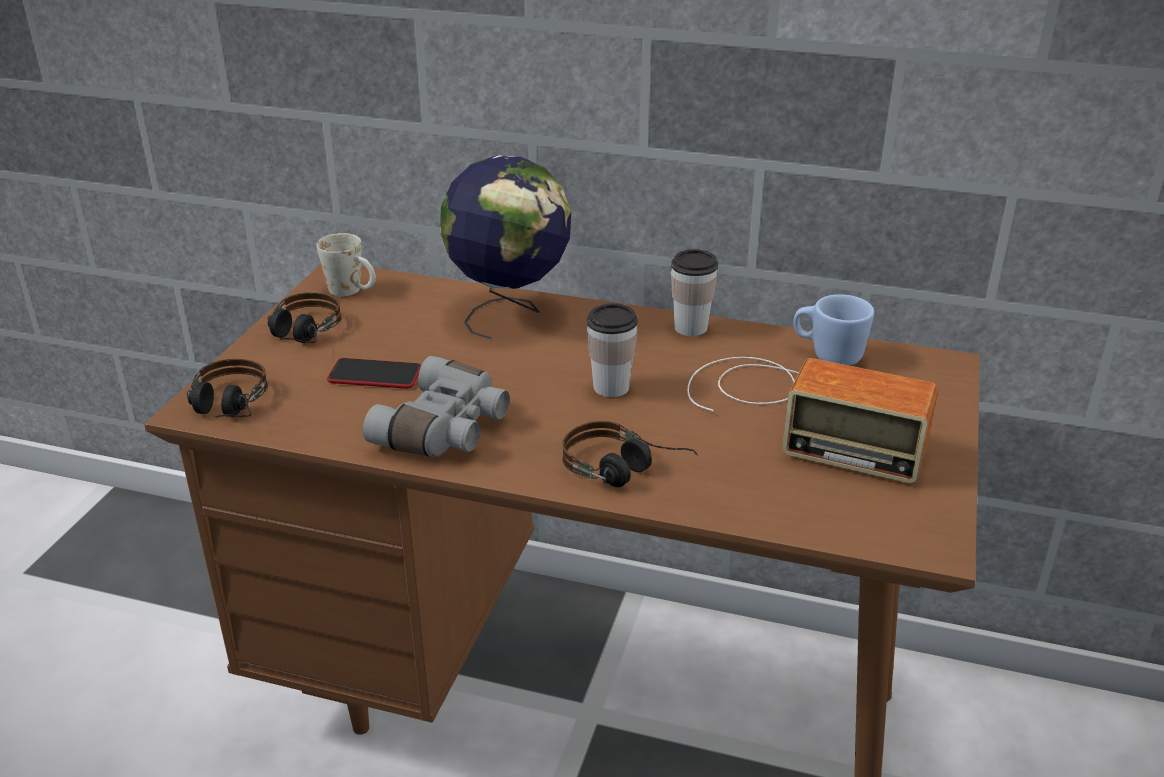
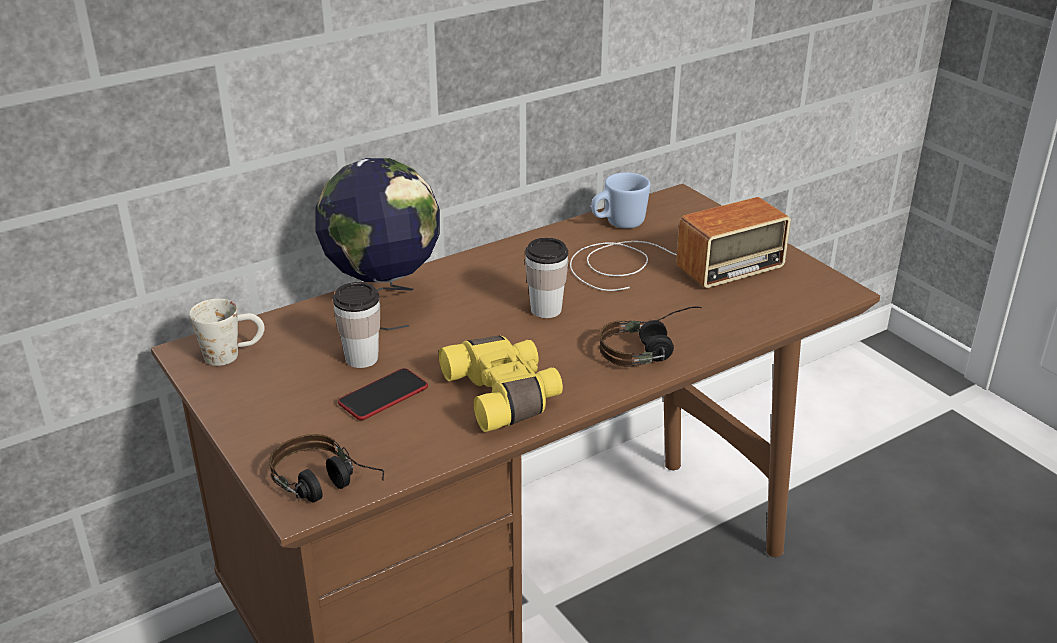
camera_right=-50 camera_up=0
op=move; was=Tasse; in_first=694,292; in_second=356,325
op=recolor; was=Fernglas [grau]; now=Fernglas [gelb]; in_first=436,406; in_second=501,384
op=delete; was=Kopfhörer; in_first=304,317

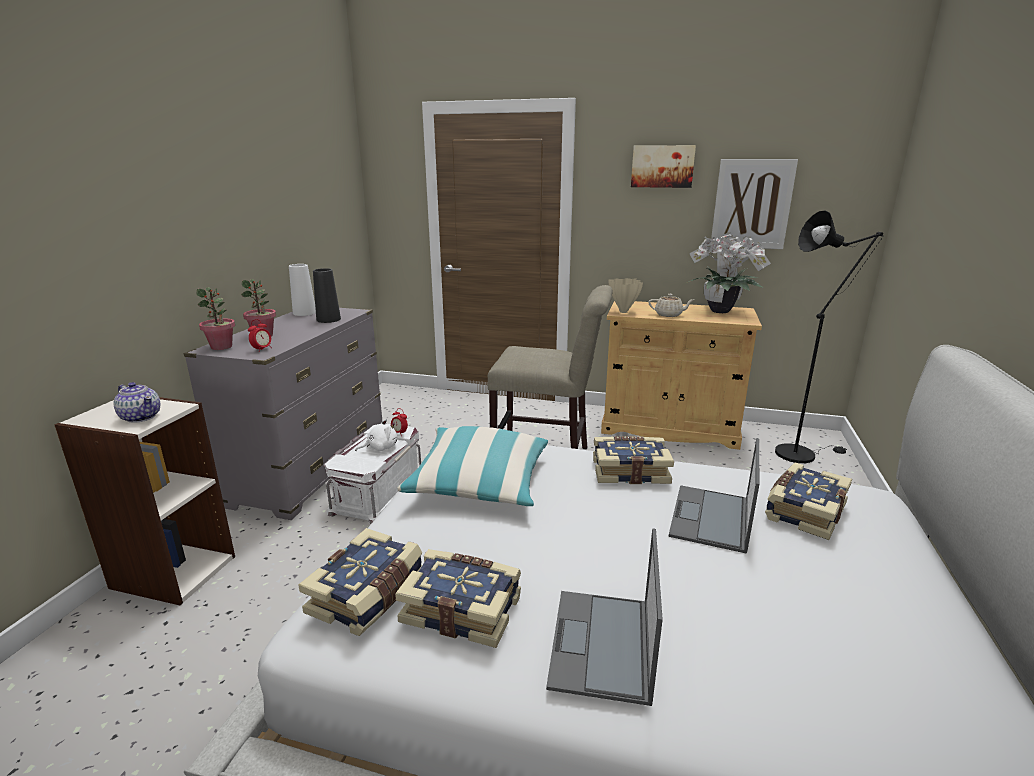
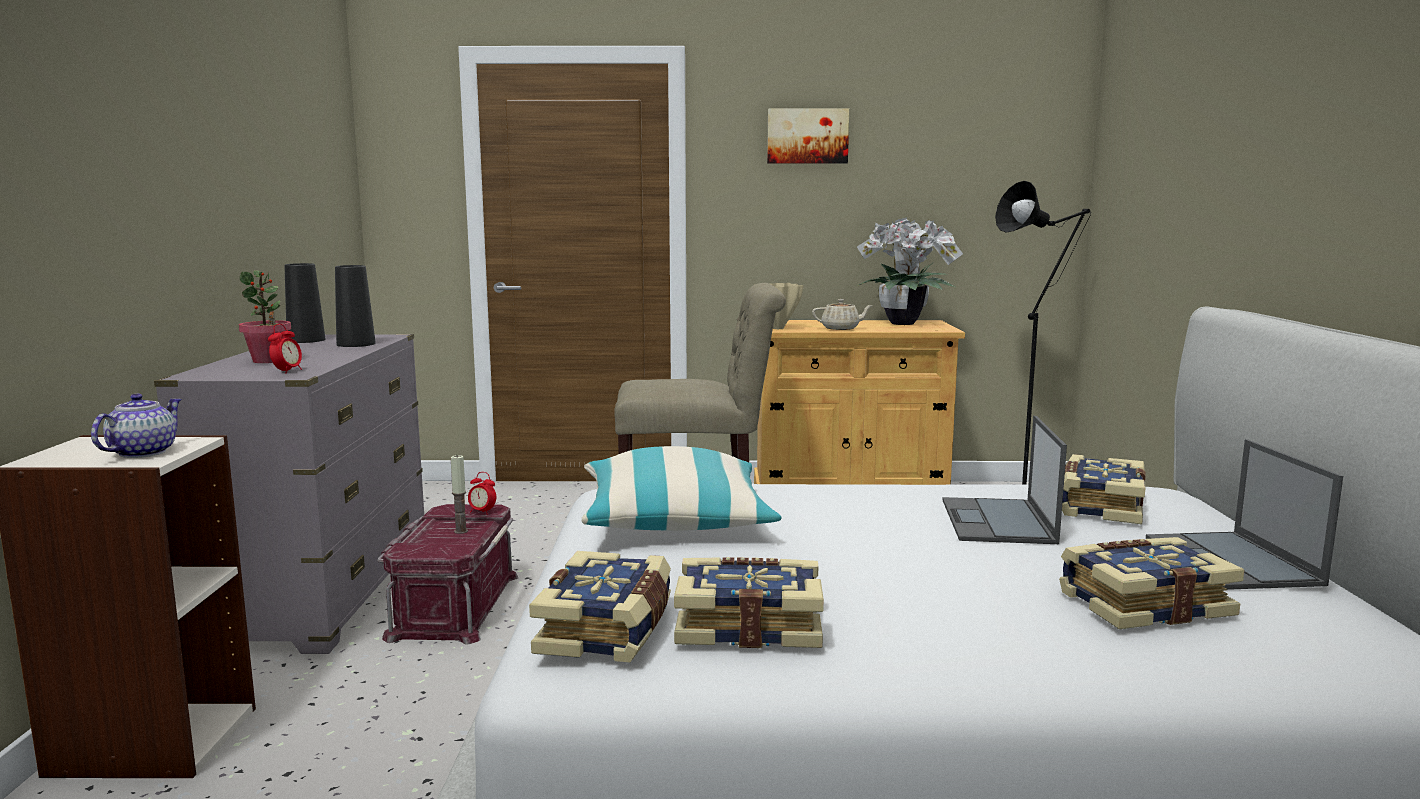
camera_right=-15 camera_up=-10
op=rotate; was=Teekanne; in_first=137,402; in_second=136,426; clockwise=-90
op=recolor; was=Vase [weiß]; now=Vase [schwarz]; in_first=302,290; in_second=305,303
op=recolor; was=Aufbewahrungsbox [weiß]; now=Aufbewahrungsbox [rot]; in_first=372,474; in_second=448,574
op=replace; was=Plüschtier [weiß]; now=Kerze; in_first=376,435; in_second=459,494
op=move; was=Buch; in_first=633,460; in_second=1151,583
op=move; was=Laptop; in_first=604,617; in_second=1244,514
op=delete; was=Topfpflanze; in_first=215,318
op=delete; was=Bild; in_first=754,204

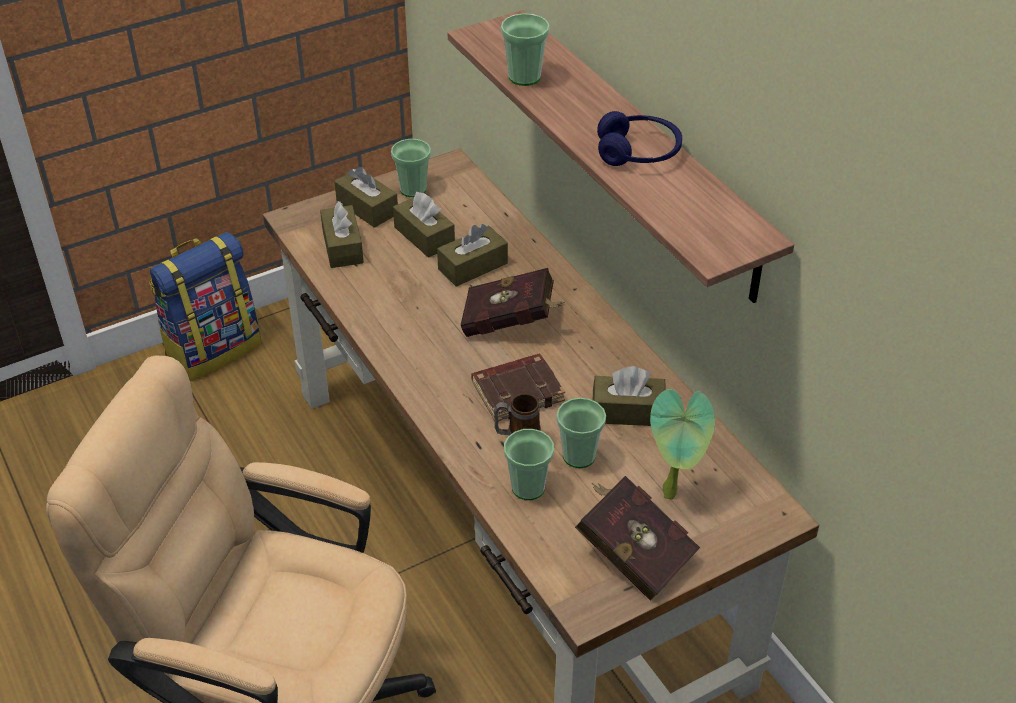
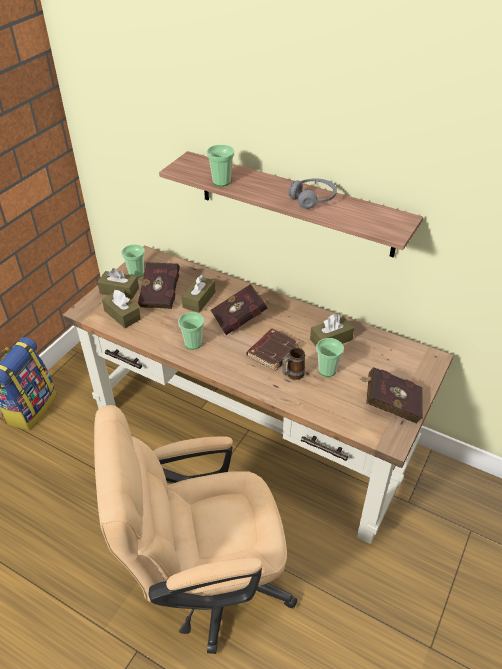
camera_right=-30 camera_up=0
op=replace; was=Taschentuchbox [braun]; now=Buch [rot]; in_first=424,225; in_second=159,284
op=move; was=Tasse; in_first=529,464; in_second=191,331
op=recolor; was=Kopfhörer [blau]; now=Kopfhörer [grau]; in_first=639,138; in_second=313,194
op=delete; was=Topfpflanze; in_first=682,444

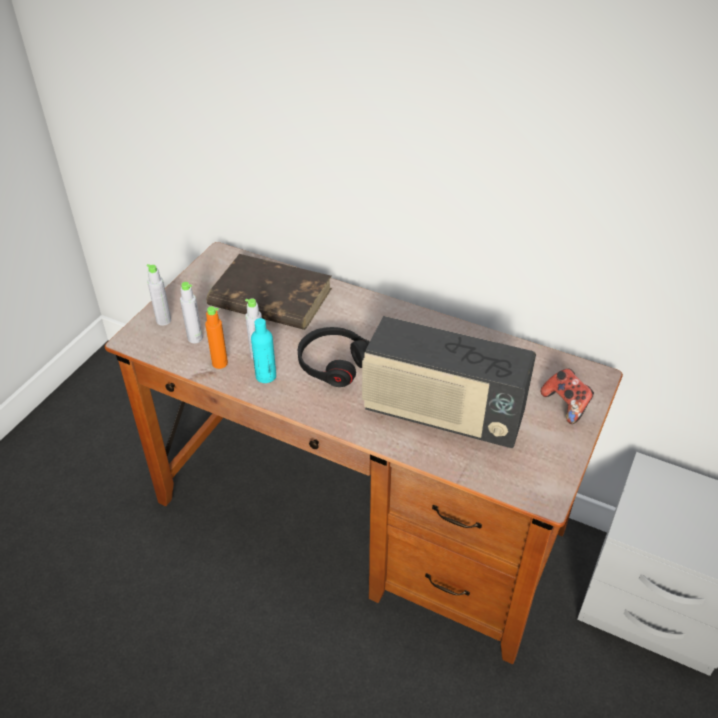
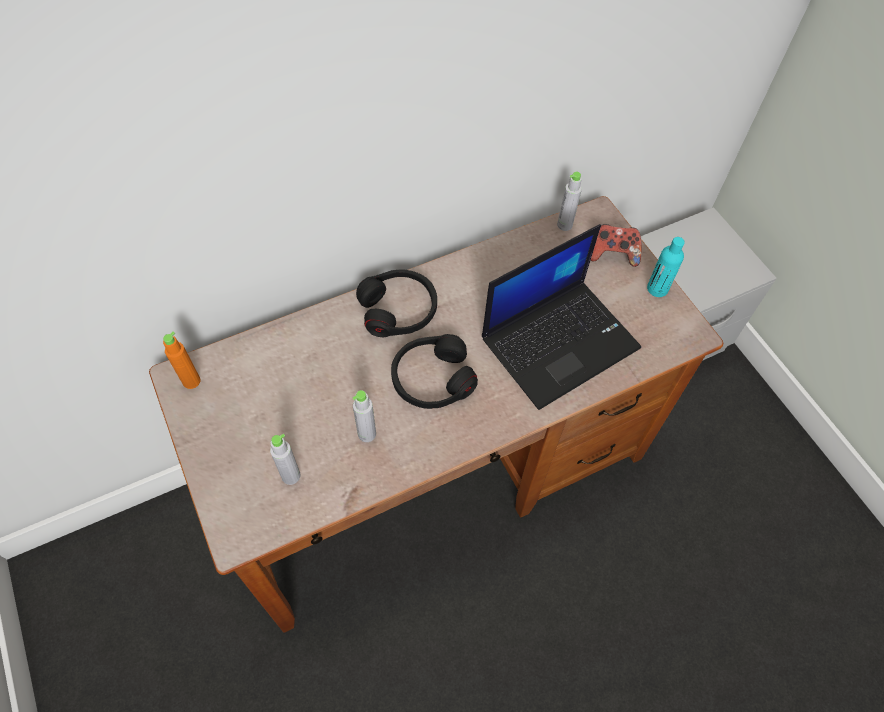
camera_right=-55 camera_up=15
op=move; was=Flasche [orange]; in_first=216,337; in_second=182,360
op=insert; now=Kopfhörer [schwarz]; in_second=396,303
op=replace; was=Radio; now=Laptop; in_first=449,382; in_second=561,317
op=move; was=Flasche [grau]; in_first=158,295; in_second=569,201
op=move; was=Flasche [türkis]; in_first=263,350; in_second=666,267
op=delete; was=Buch [braun]; in_first=269,292

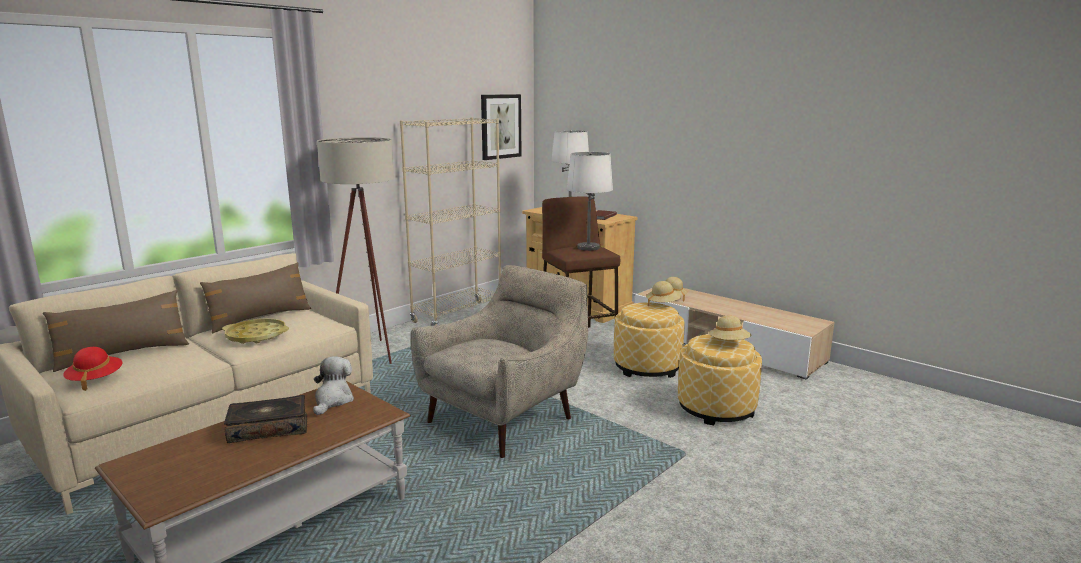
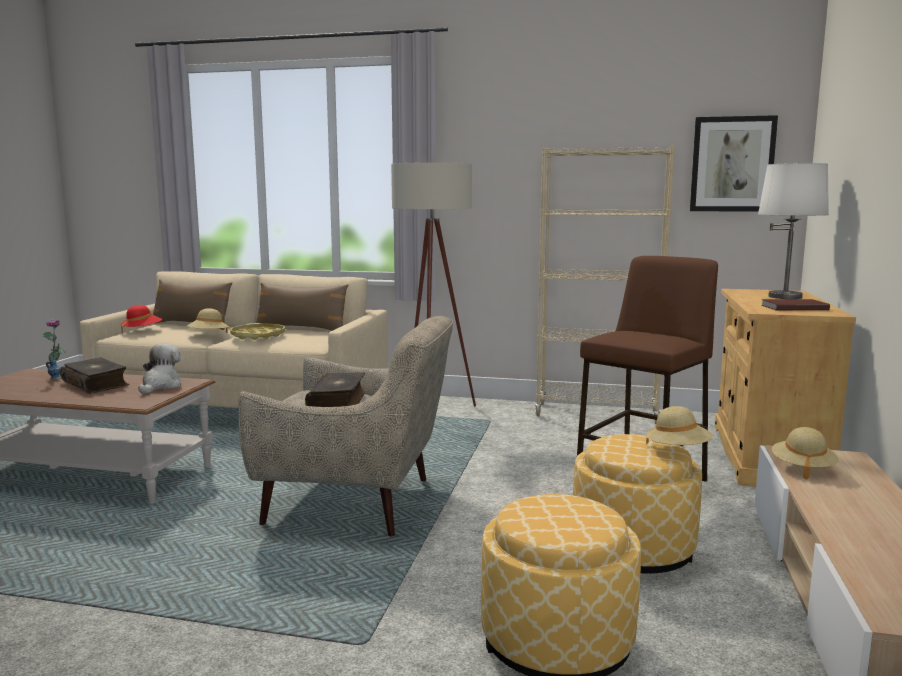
camera_right=60 camera_up=-5
op=insert; now=Vase; in_second=54,350
op=rotate; was=Plüschtier; in_first=333,385; in_second=159,369; clockwise=-60
op=move; was=Hut [beige]; in_first=730,327; in_second=208,320
op=insert; now=Buch; in_second=335,389
op=delete; was=Tischlampe [weiß]; in_first=590,201

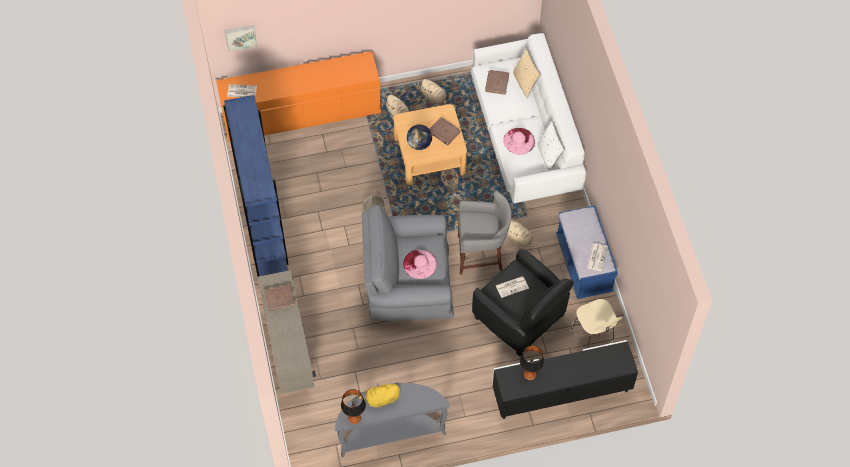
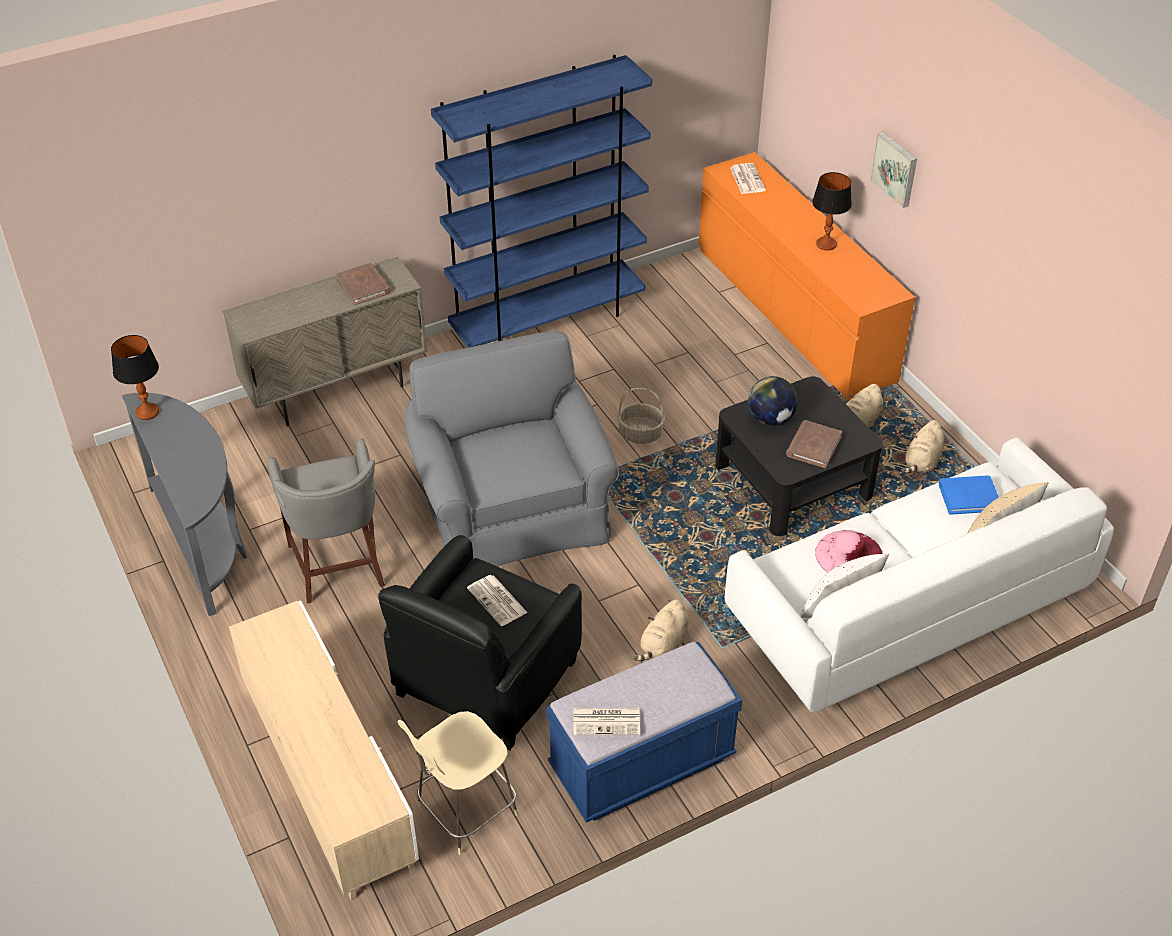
camera_right=75 camera_up=-15
op=recolor; was=Fernsehschrank [schwarz]; now=Fernsehschrank [beige]; in_first=565,379; in_second=324,750
op=move; was=Hocker [grau]; in_first=485,233; in_second=326,520
op=recolor; was=Couchtisch [beige]; now=Couchtisch [schwarz]; in_first=430,144; in_second=799,456
op=move; was=Tischlampe; in_first=532,363; in_second=832,211
op=move; was=Bild; in_first=241,38; in_second=893,169
op=recolor; was=Buch [braun]; now=Buch [blau]; in_first=497,82; in_second=969,495
op=delete; was=Plüschtier [gelb]; in_first=379,395
op=delete; was=Hut [rosa]; in_first=420,264

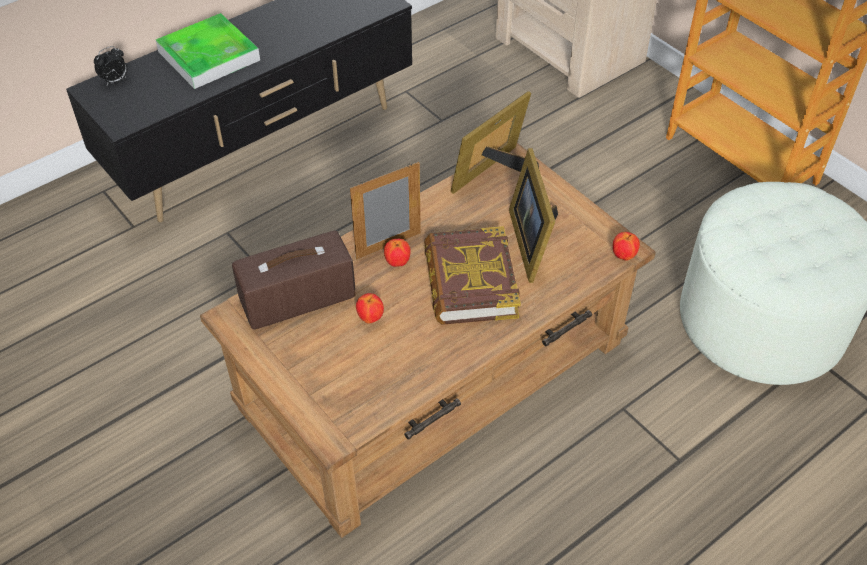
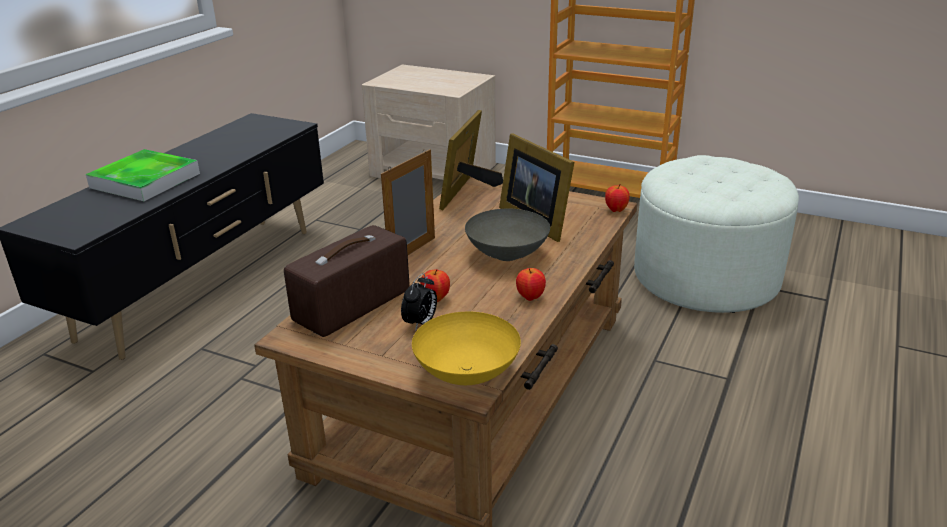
camera_right=-25 camera_up=-20
op=move; was=Wecker; in_first=111,65; in_second=419,302
op=insert; now=Schüssel [gelb]; in_second=466,348
op=replace; was=Buch; now=Schüssel [grau]; in_first=472,275; in_second=507,235
op=move; was=Apfel; in_first=397,253; in_second=531,284

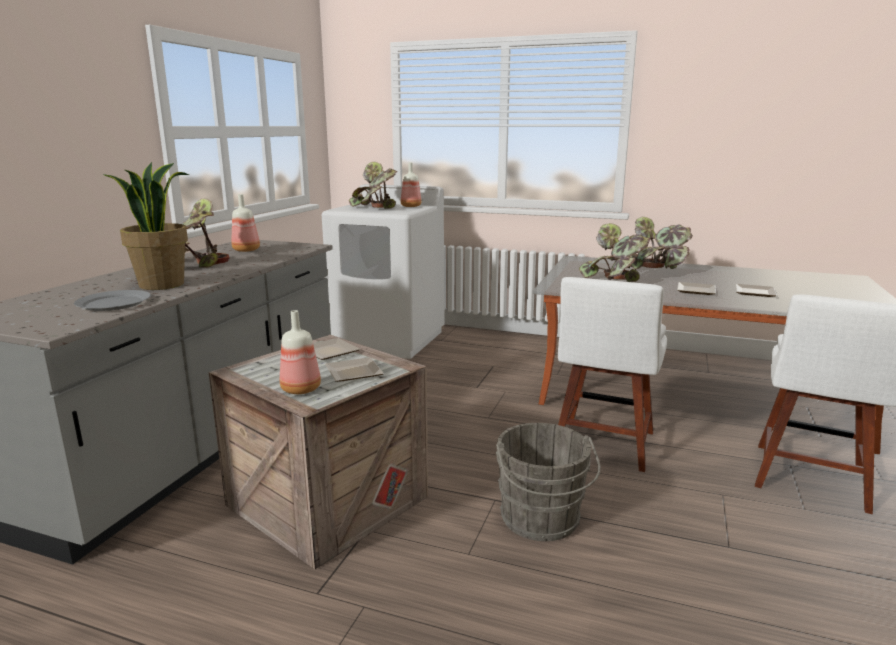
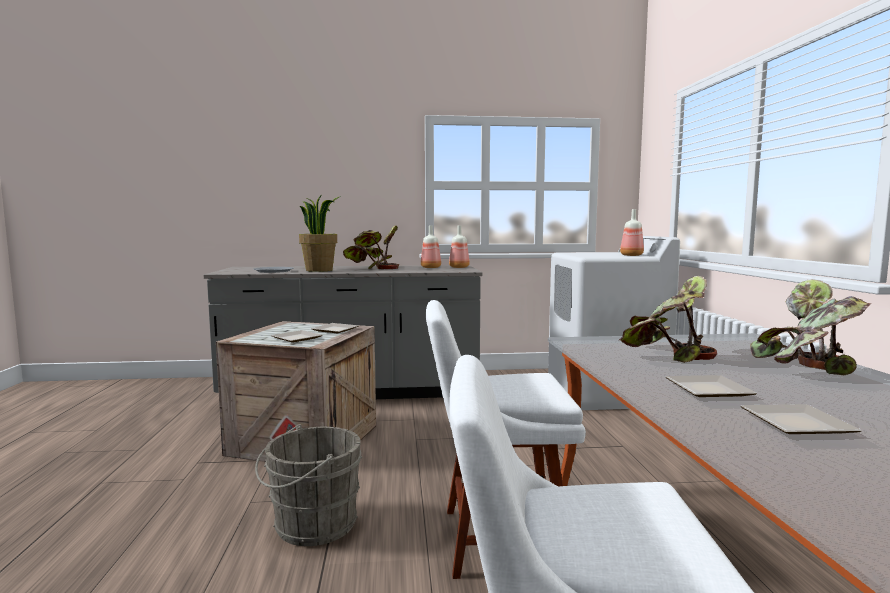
camera_right=65 camera_up=-10
op=move; was=Flasche; in_first=300,352; in_second=459,246
op=delete; was=Topfpflanze; in_first=373,185

